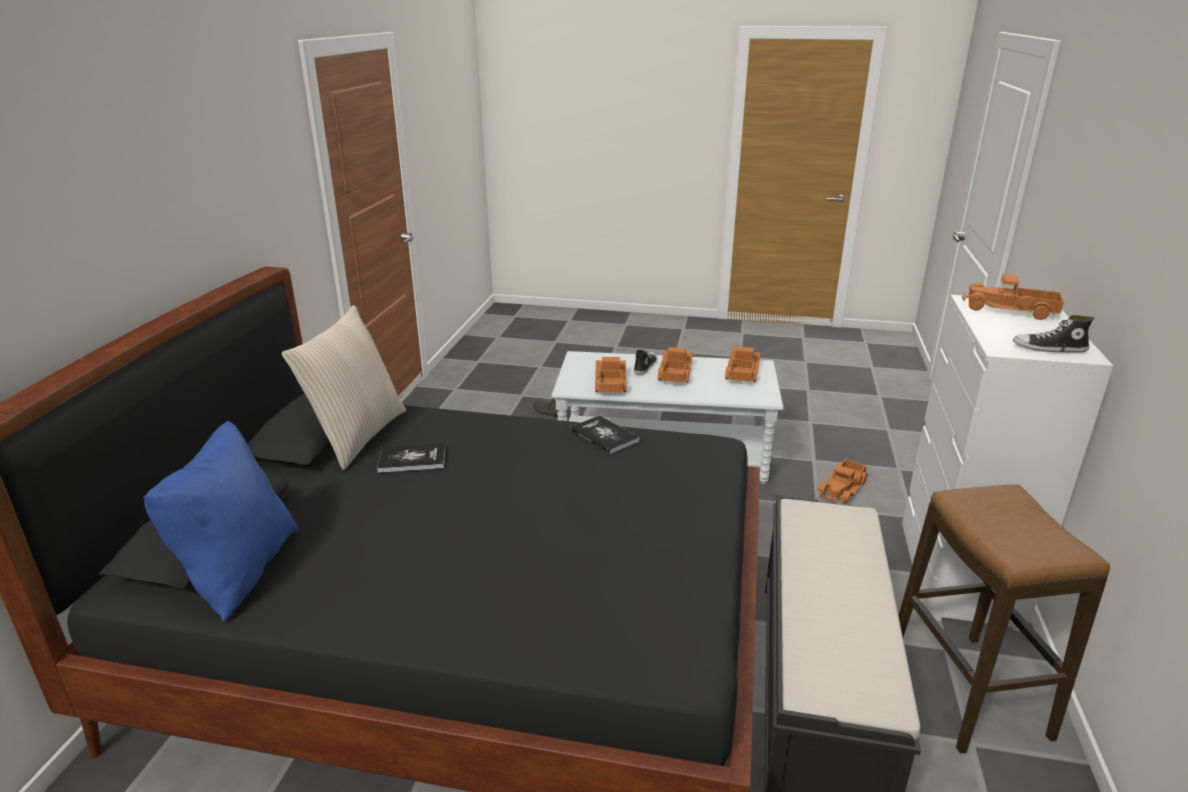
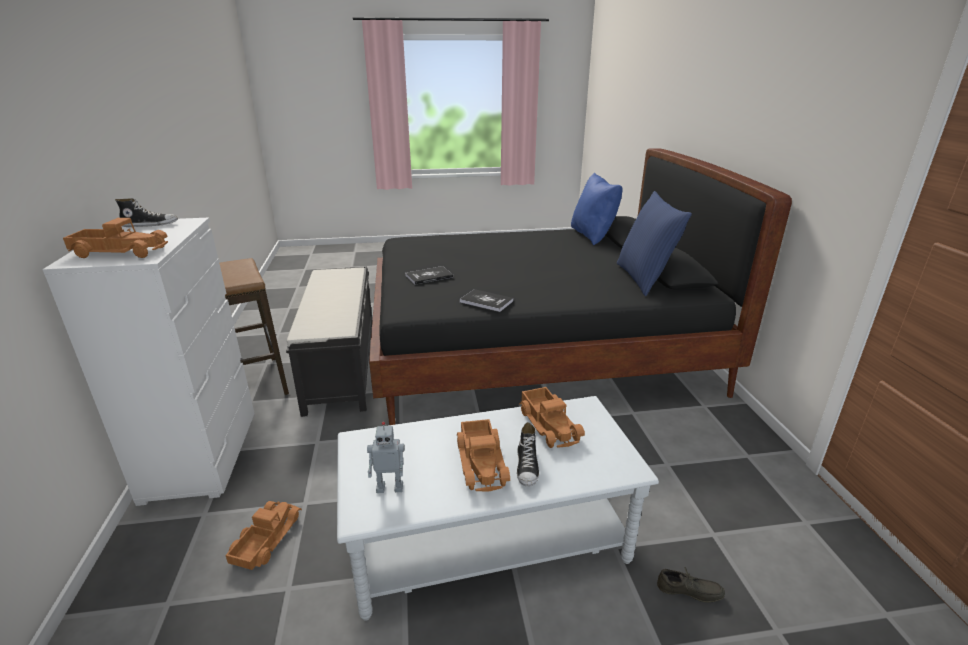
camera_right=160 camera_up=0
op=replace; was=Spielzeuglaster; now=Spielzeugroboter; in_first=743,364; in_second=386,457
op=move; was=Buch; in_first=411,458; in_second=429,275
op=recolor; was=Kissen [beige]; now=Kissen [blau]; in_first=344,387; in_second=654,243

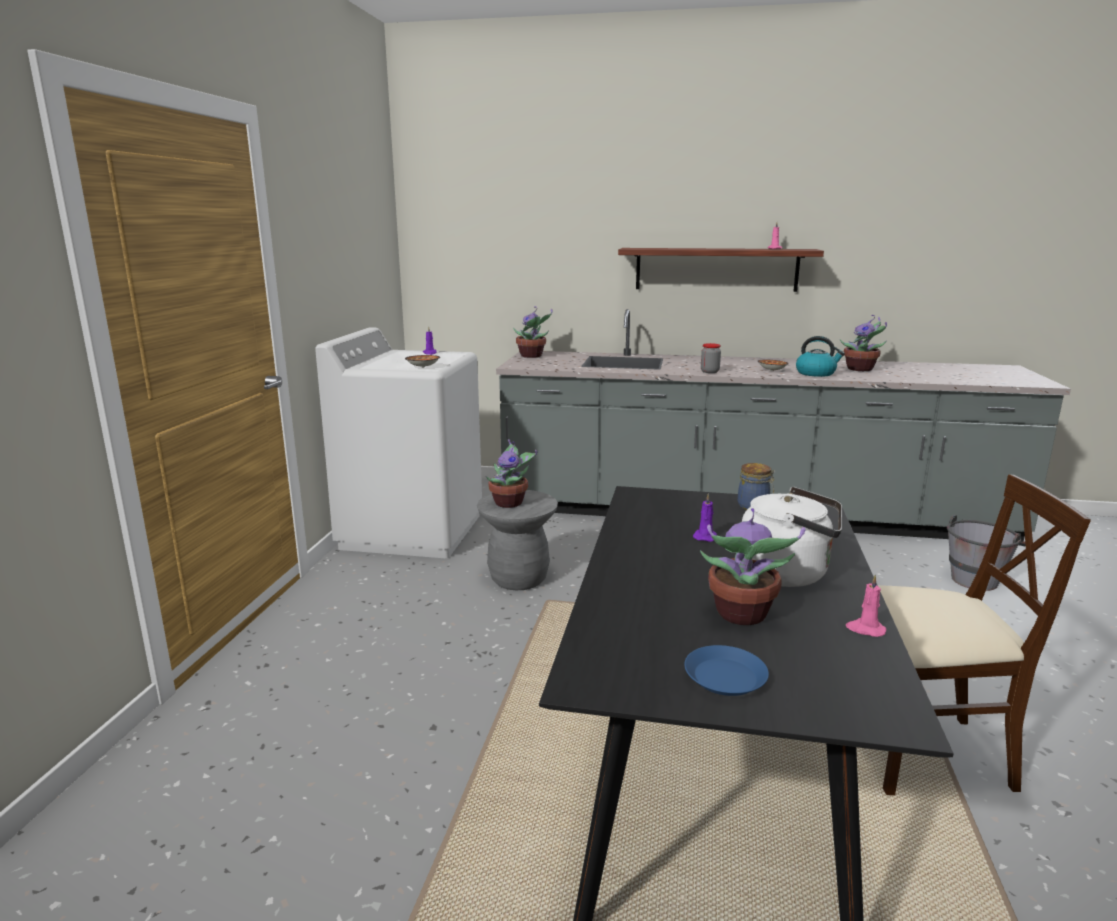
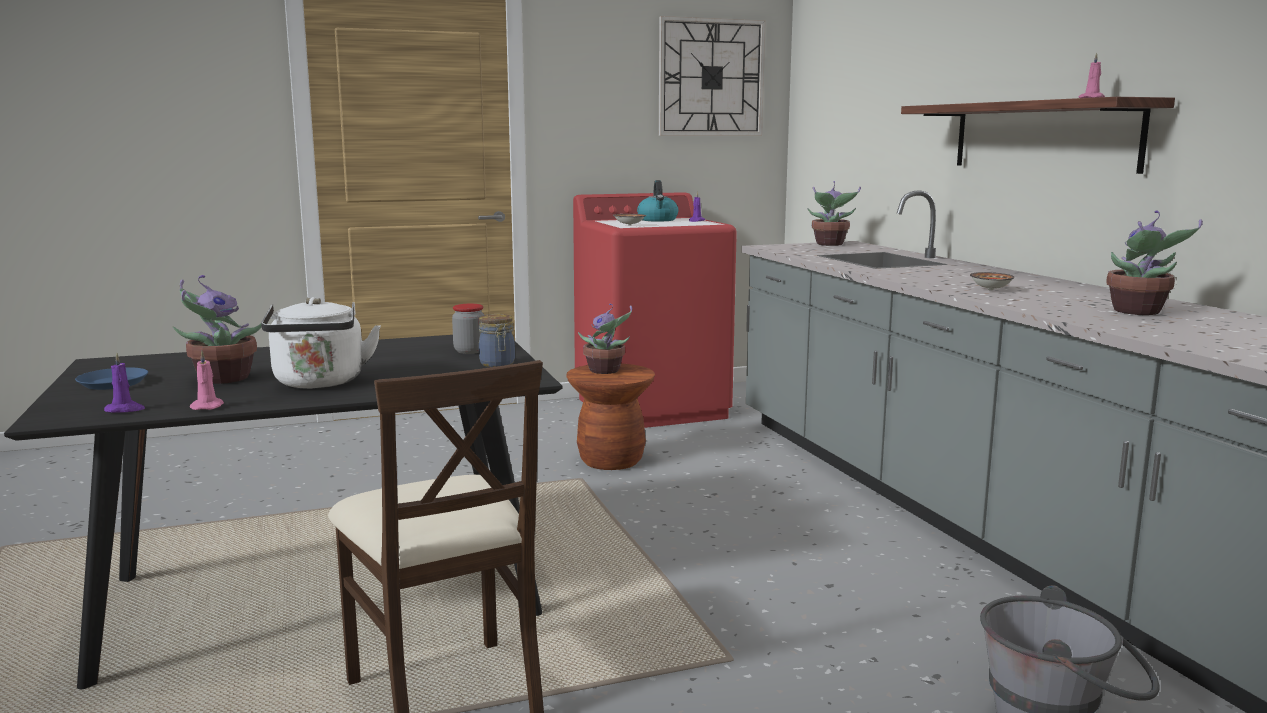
camera_right=60 camera_up=-5
op=move; was=Kerze [lila]; in_first=705,517; in_second=124,383
op=move; was=Vorratsglas; in_first=711,358; in_second=468,329
op=recolor; was=Hocker [grau]; now=Hocker [braun]; in_first=517,540; in_second=610,416
op=recolor; was=Waschmaschine [weiß]; now=Waschmaschine [rot]; in_first=398,442; in_second=655,310
op=move; was=Wasserkessel; in_first=820,356; in_second=657,200
op=insert; now=Wanduhr; in_second=712,76

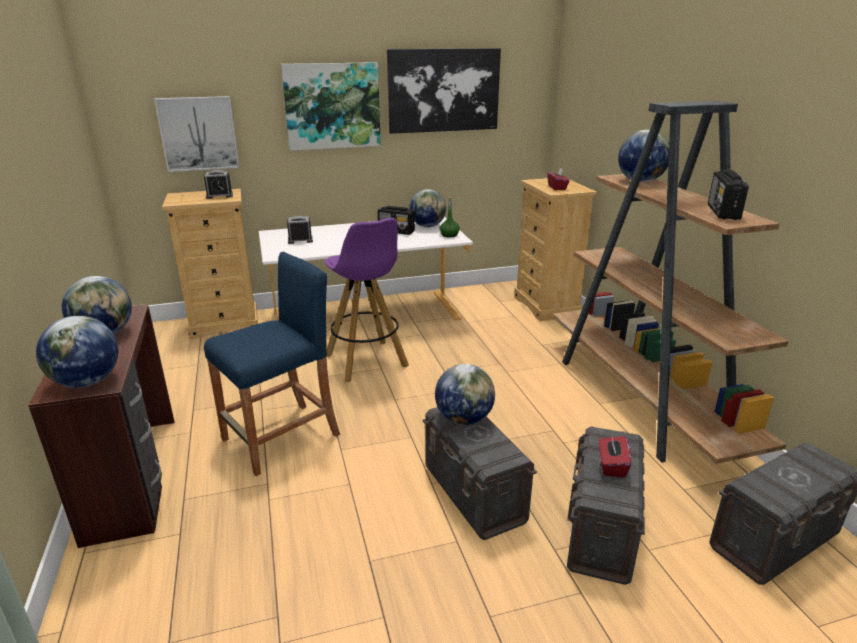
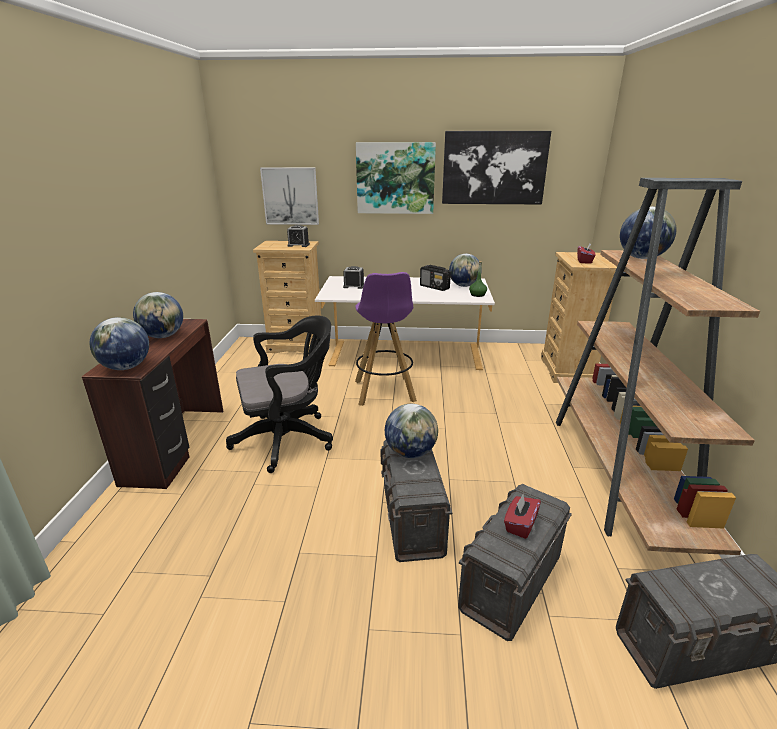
camera_right=20 camera_up=0
op=replace; was=Hocker [blau]; now=Bürostuhl [schwarz]; in_first=272,364; in_second=279,394
op=delete; was=Radio; in_first=728,195

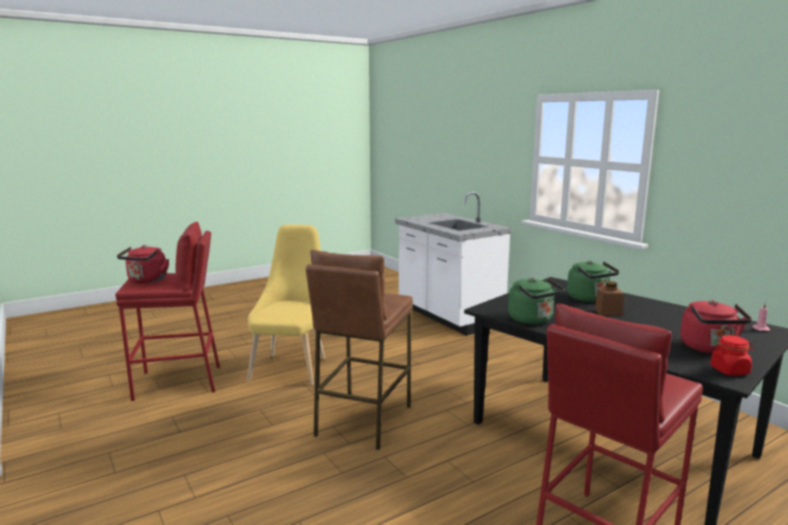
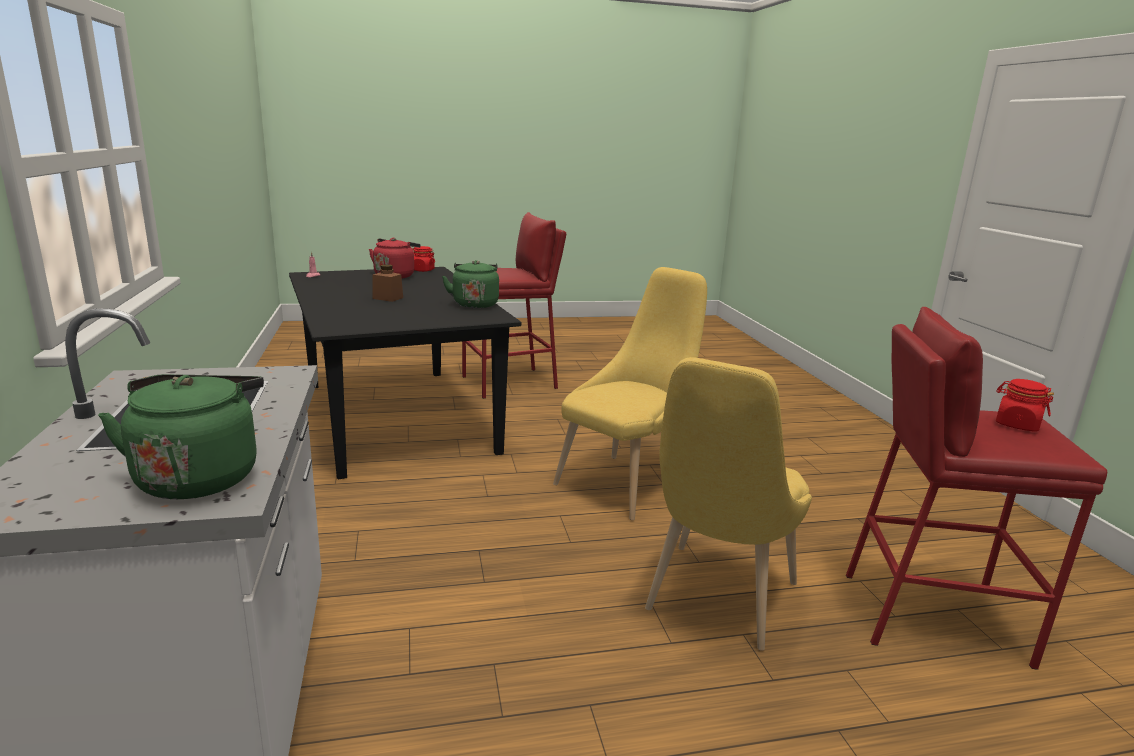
camera_right=-160 camera_up=5
op=move; was=Wasserkessel [grün]; in_first=593,281; in_second=181,436
op=replace; was=Hocker [braun]; now=Stuhl [gelb]; in_first=359,350; in_second=630,393
op=replace; was=Wasserkessel [rot]; now=Vorratsglas [rot]; in_first=143,264; in_second=1025,405

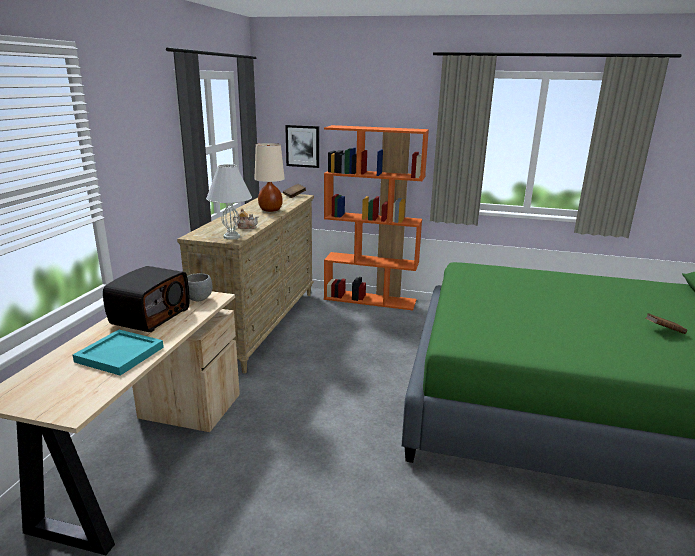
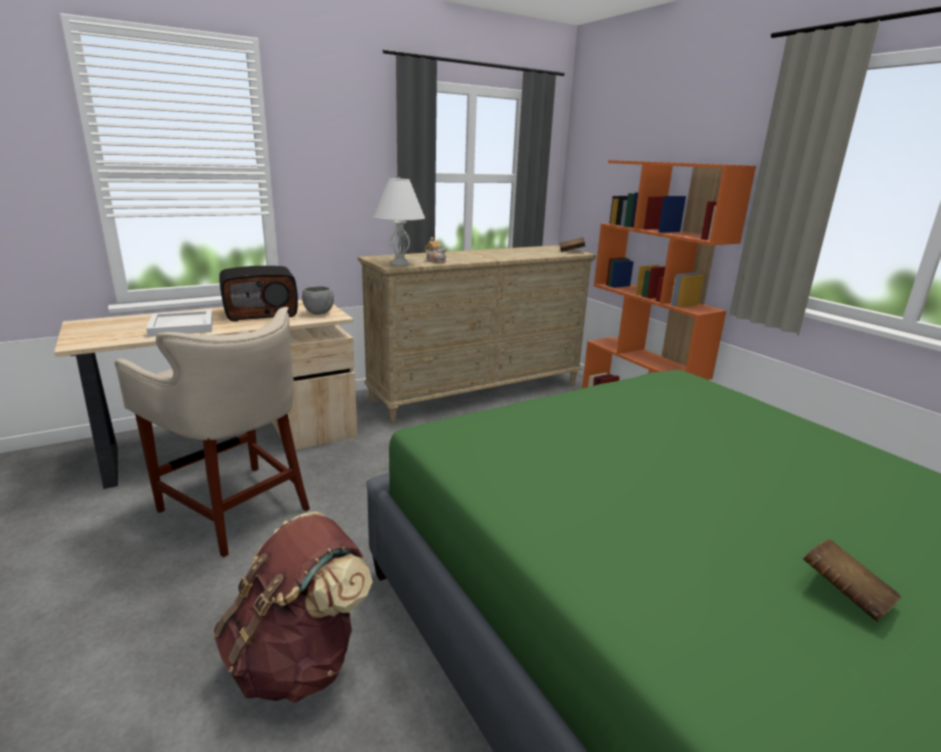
camera_right=45 camera_up=0
op=insert; now=Hocker [beige]; in_second=212,432
op=recolor; was=Tablett [türkis]; now=Tablett [weiß]; in_first=118,353; in_second=179,323
op=insert; now=Rucksack [braun]; in_second=293,607
op=delete; was=Tischlampe [beige]; in_first=269,177
op=delete; was=Bild; in_first=302,146

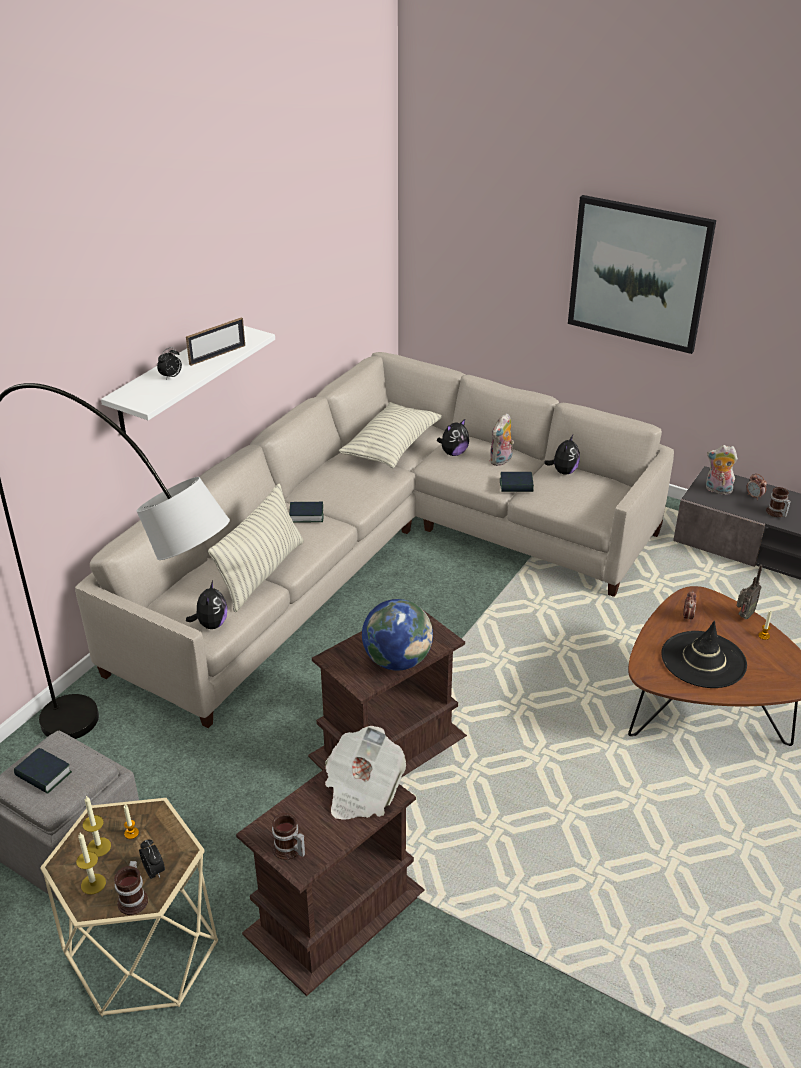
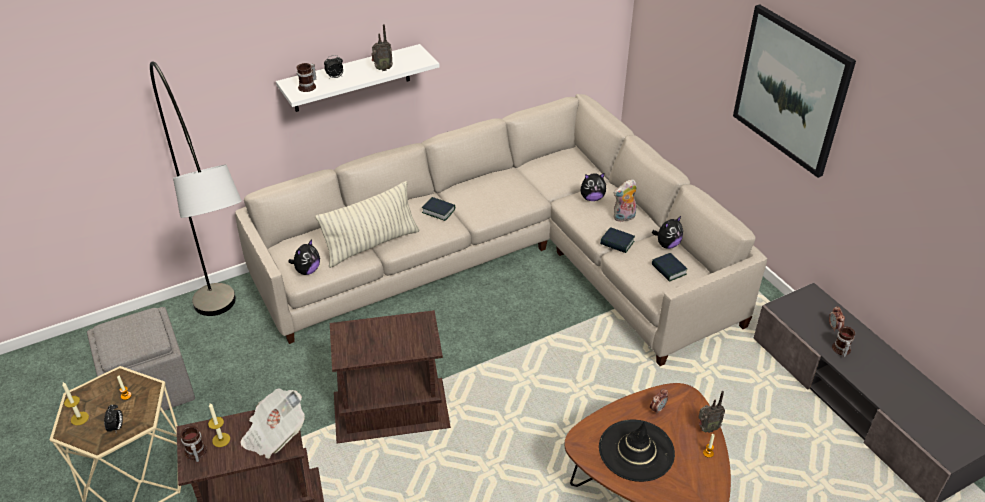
camera_right=30 camera_up=5
op=move; was=Kerze; in_first=97,826; in_second=219,425
op=move; was=Henkelbecher; in_first=131,888; in_second=306,77
op=replace; was=Bilderrahmen; now=Radio; in_first=215,341; in_second=382,47
op=move; was=Buch; in_first=43,771; in_second=669,267
op=delete; was=Kissen; in_first=390,435
op=delete; was=Globus; in_first=397,635
op=delete; was=Plüschtier; in_first=722,470

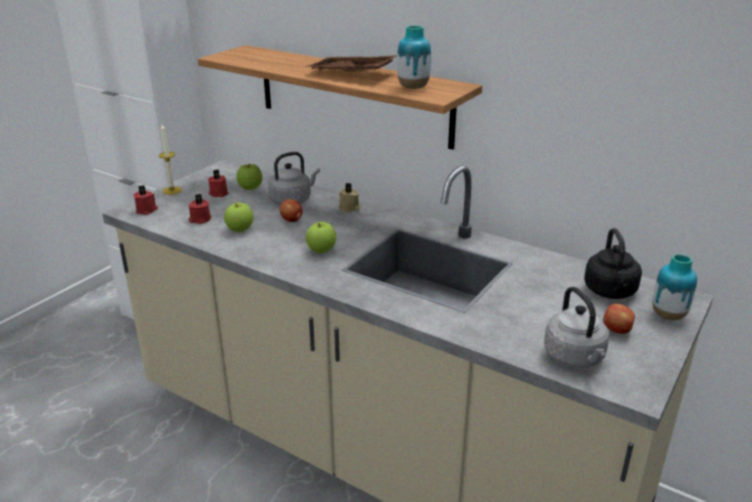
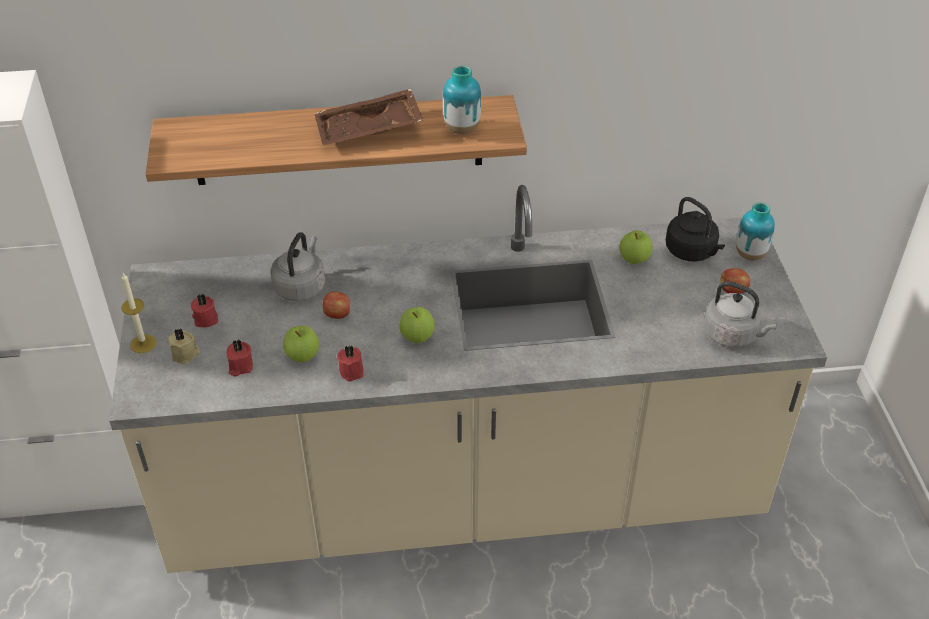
camera_right=-40 camera_up=15
op=move; was=Kerze [beige]; in_first=350,197; in_second=184,346
op=move; was=Kerze [rot]; in_first=145,200; in_second=350,363
op=move; was=Apfel; in_first=249,177; in_second=636,247

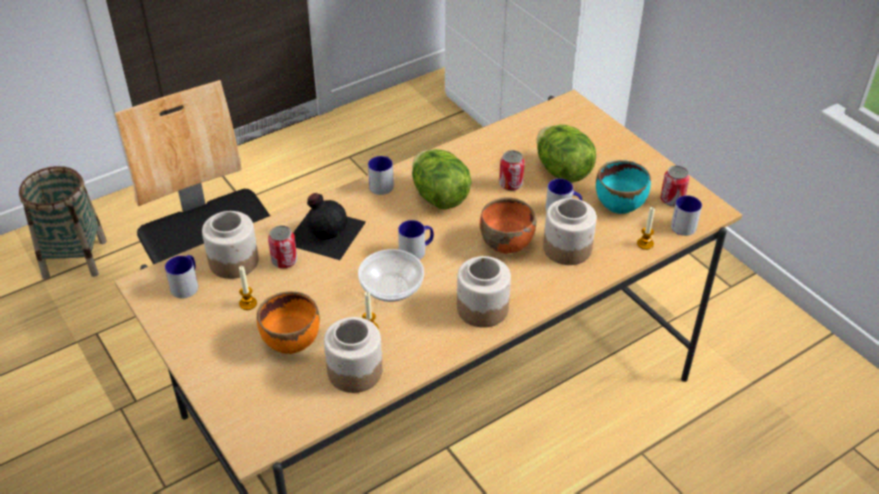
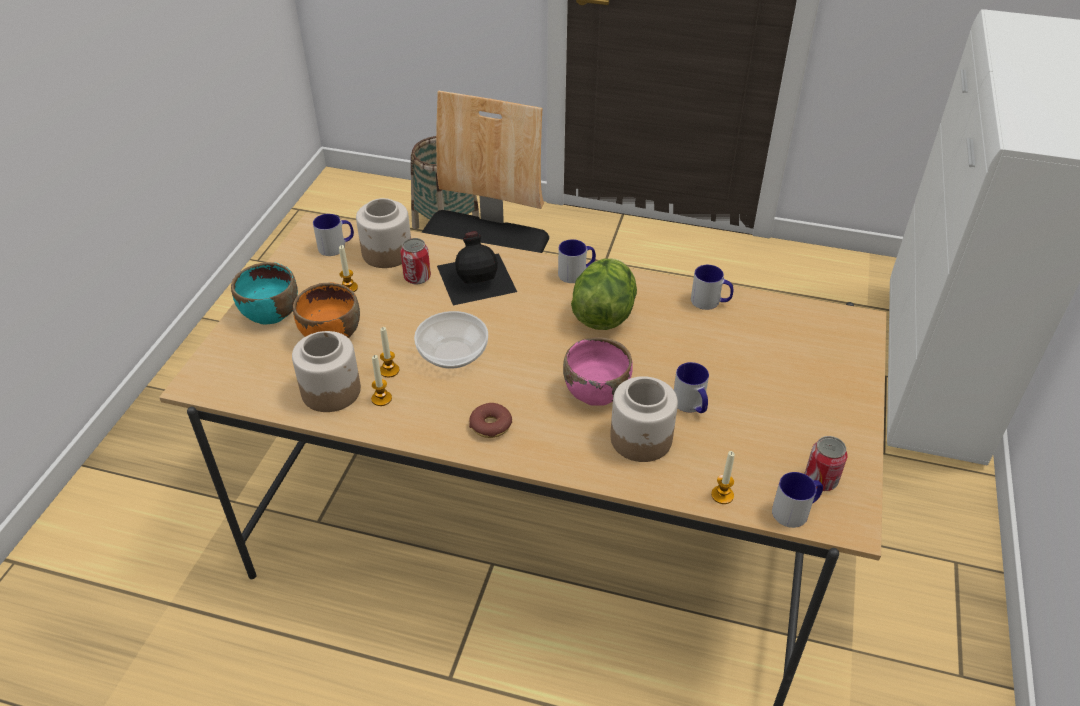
camera_right=50 camera_up=0
op=move; was=Schüssel [türkis]; in_first=623,187; in_second=264,293
op=insert; now=Kerze; in_second=381,380
op=replace; was=Vorratsglas; now=Donut; in_first=484,292; in_second=490,420
op=recolor; was=Schüssel [orange]; now=Schüssel [rosa]; in_first=507,225; in_second=598,371
op=move; was=Henkelbecher; in_first=416,240; in_second=712,287
op=delete; was=Dose; in_first=512,170
op=delete; was=Salatkopf; in_first=566,153

